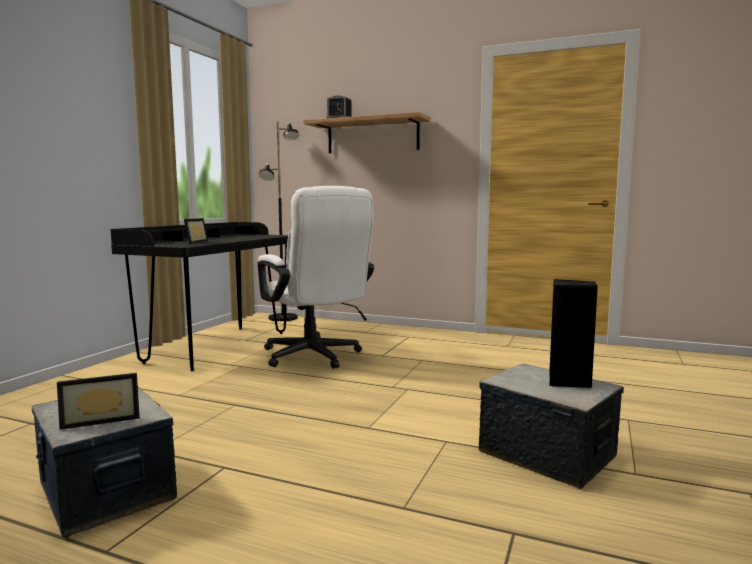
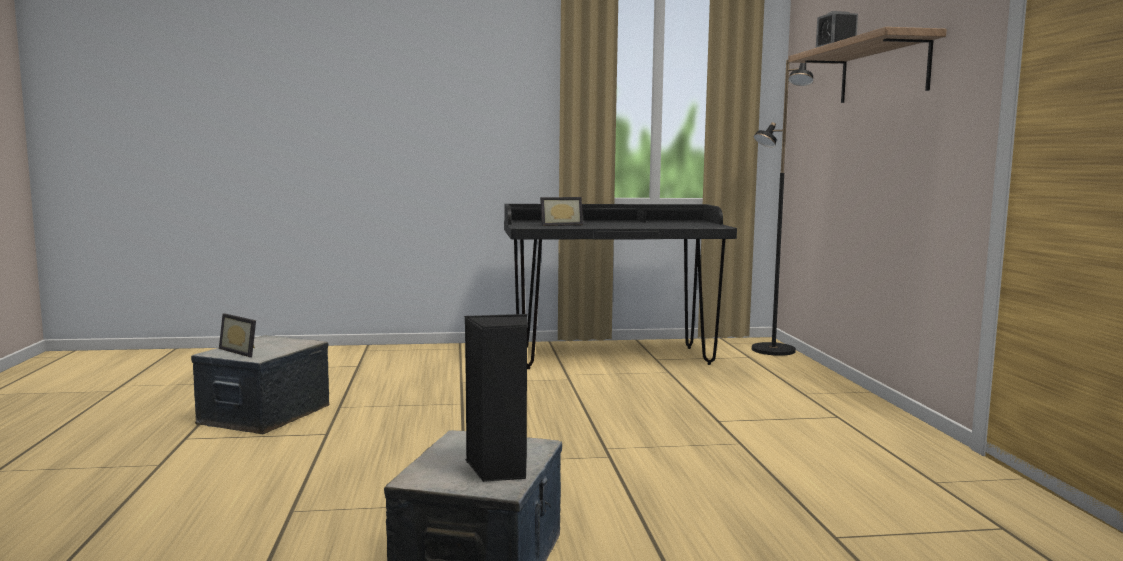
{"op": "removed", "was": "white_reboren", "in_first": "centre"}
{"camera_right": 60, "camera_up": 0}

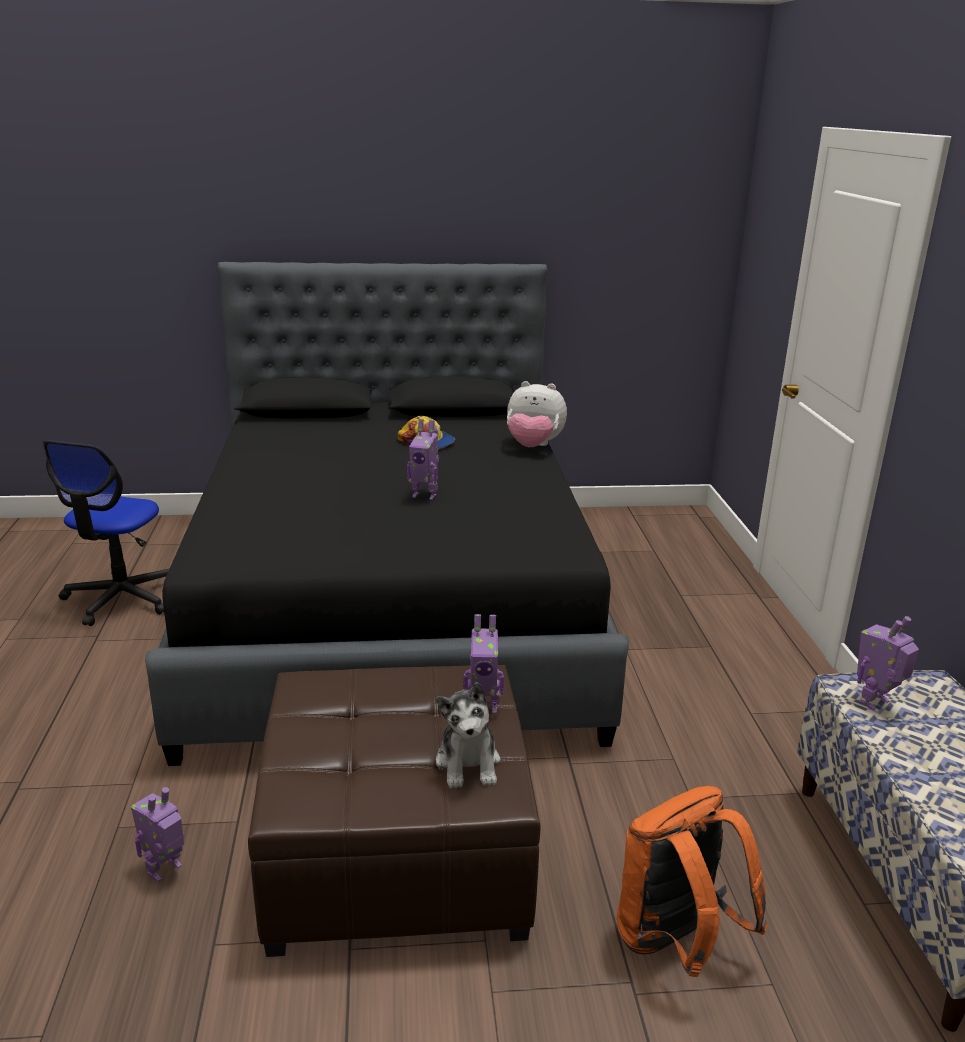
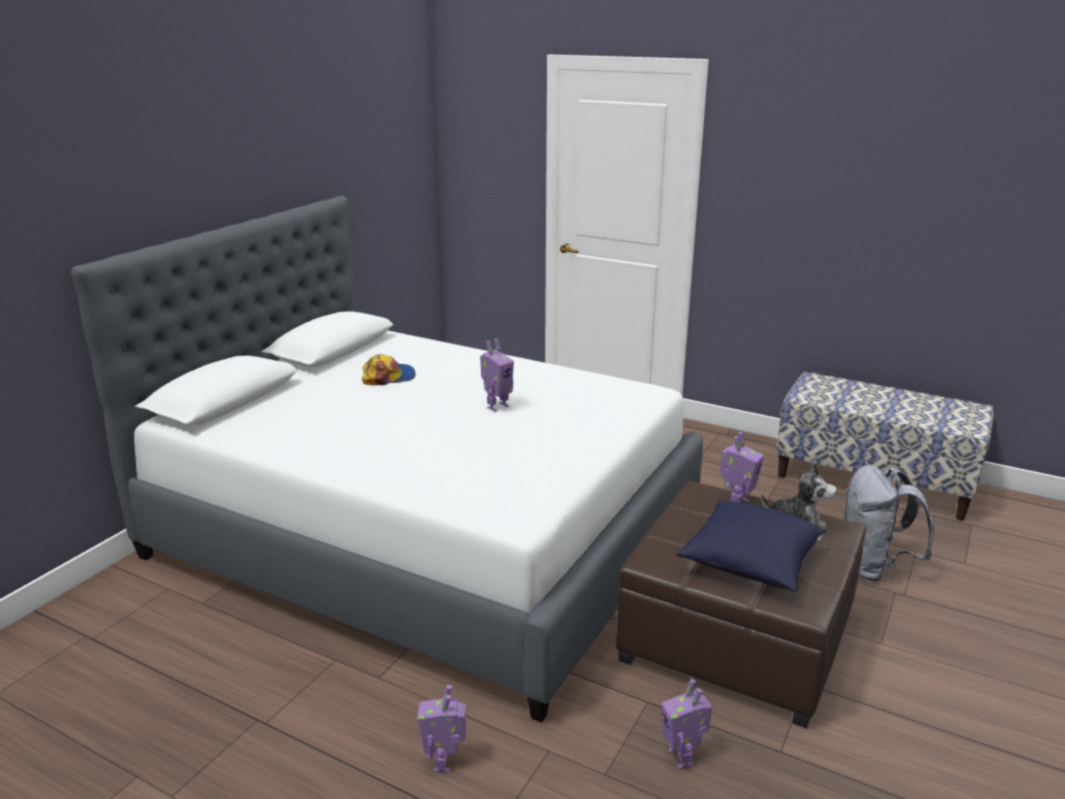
{"op": "removed", "was": "reboren", "in_first": "middle left"}
{"op": "recoloured", "was": "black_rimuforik", "now": "white_rimuforik", "in_first": "centre", "in_second": "centre"}
{"op": "removed", "was": "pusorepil (2nd from left)", "in_first": "centre"}
{"op": "recoloured", "was": "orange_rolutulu", "now": "grey_rolutulu", "in_first": "bottom right", "in_second": "middle right"}
{"op": "moved", "was": "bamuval (4th from left in the first image)", "now": "bamuval (1st from left)", "in_first": "middle right", "in_second": "bottom centre"}
{"op": "added", "now": "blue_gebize", "in_second": "bottom right"}
{"camera_right": -55, "camera_up": 0}

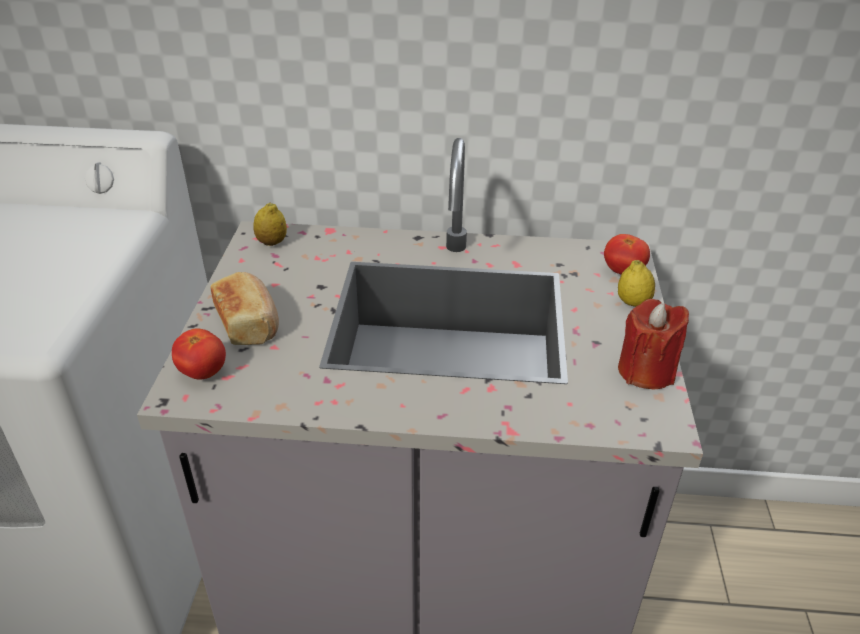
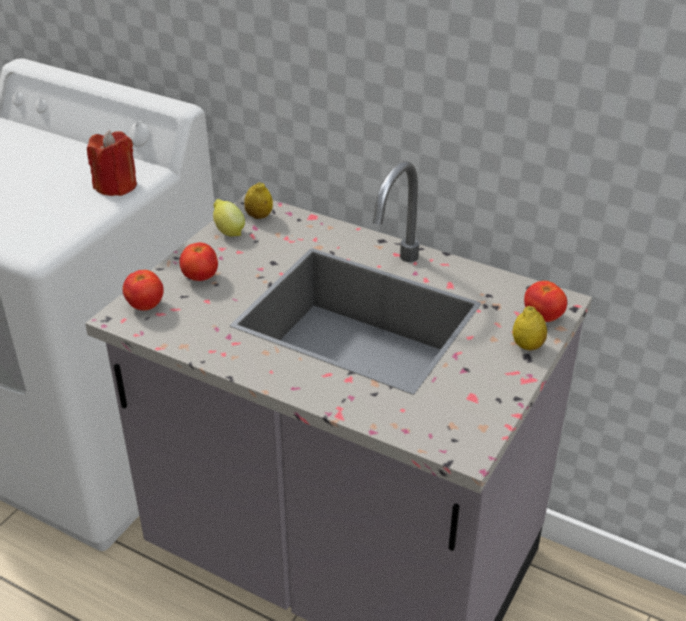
{"op": "replaced", "was": "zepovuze", "now": "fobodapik (2nd from left)", "in_first": "middle left", "in_second": "middle left"}
{"op": "moved", "was": "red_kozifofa", "in_first": "middle right", "in_second": "top left"}
{"op": "added", "now": "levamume (1st from left)", "in_second": "centre"}
{"camera_right": 25, "camera_up": 0}

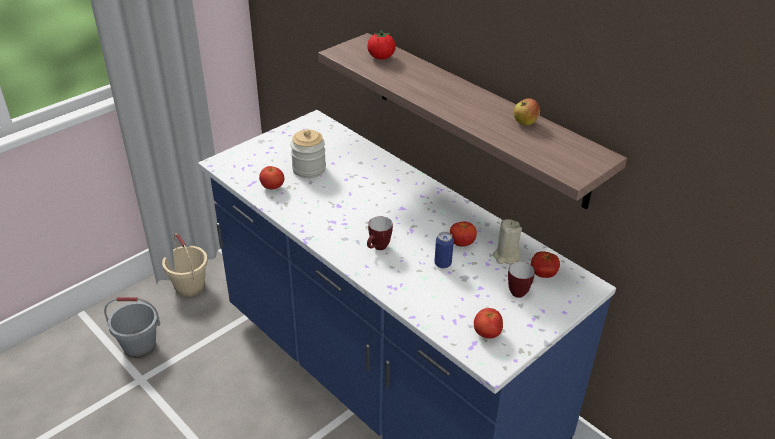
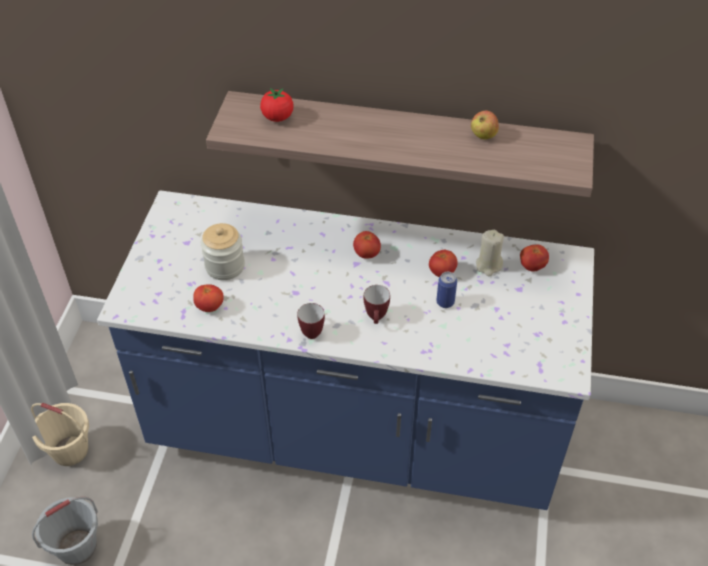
{"op": "moved", "was": "fobodapik (4th from left in the first image)", "now": "fobodapik (3rd from left)", "in_first": "bottom centre", "in_second": "centre"}
{"op": "moved", "was": "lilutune (2nd from left in the first image)", "now": "lilutune (1st from left)", "in_first": "middle right", "in_second": "centre"}
{"camera_right": -35, "camera_up": 10}

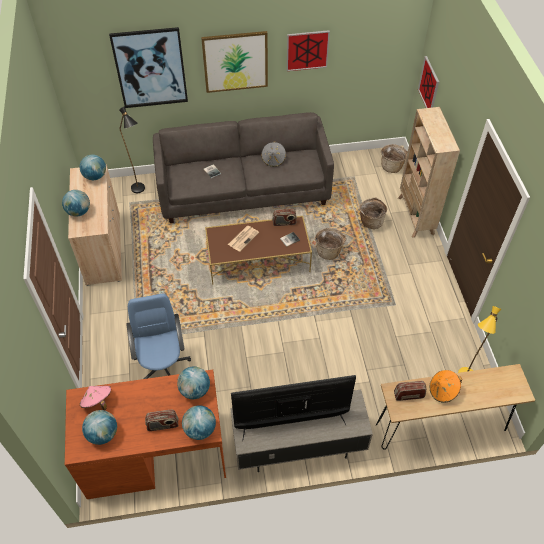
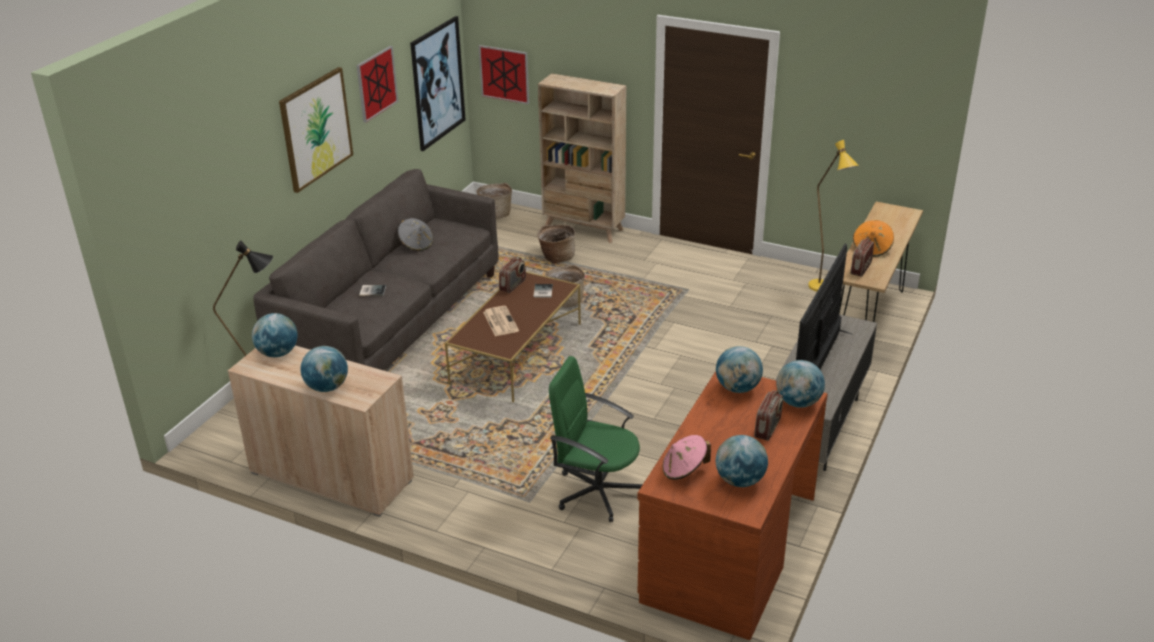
{"op": "moved", "was": "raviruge (1st from left in the first image)", "now": "raviruge (3rd from left)", "in_first": "top left", "in_second": "top centre"}
{"op": "recoloured", "was": "blue_reboren", "now": "green_reboren", "in_first": "middle left", "in_second": "bottom centre"}
{"camera_right": -55, "camera_up": -20}

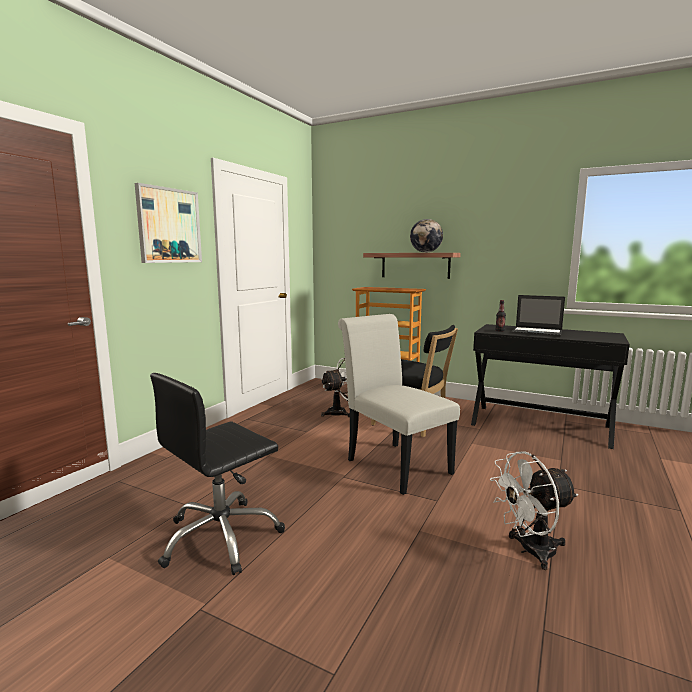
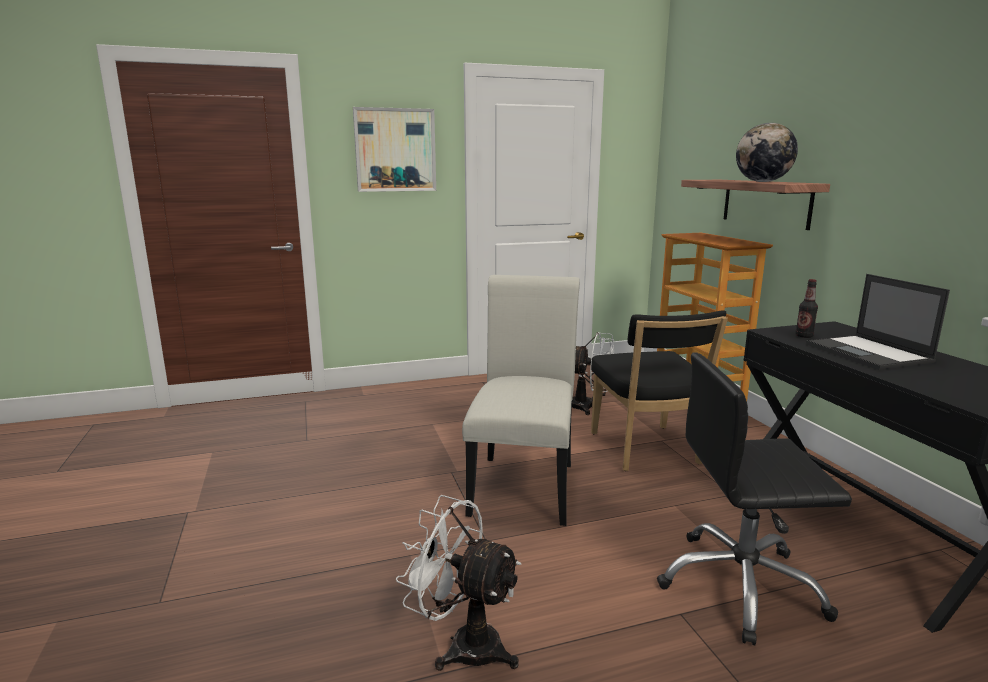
{"op": "moved", "was": "black_reboren", "in_first": "bottom left", "in_second": "bottom right"}
{"camera_right": 45, "camera_up": 5}

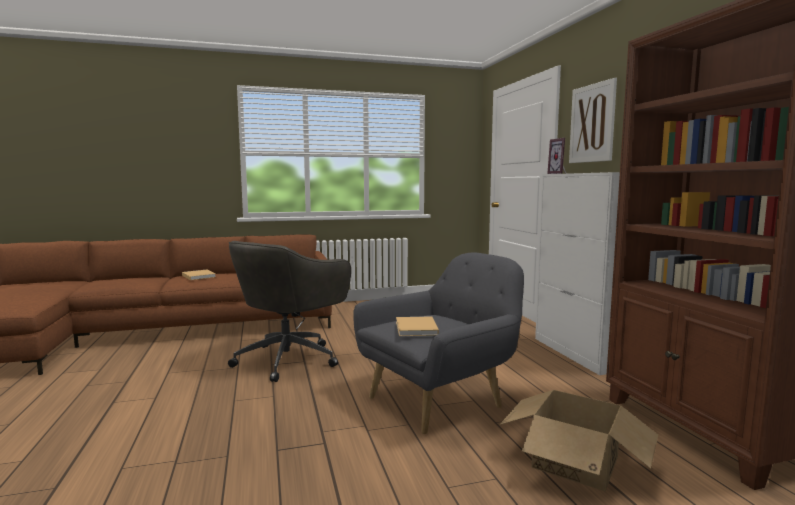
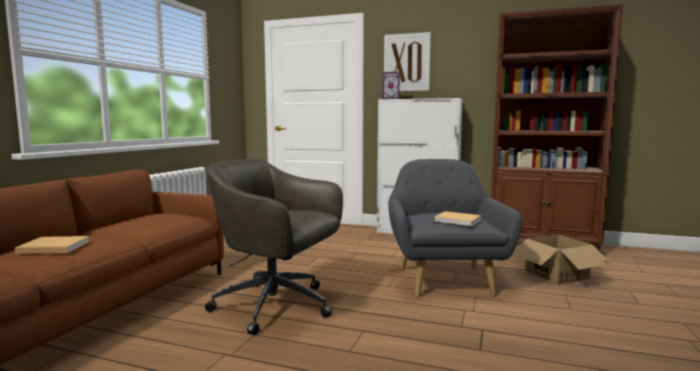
{"op": "turned", "was": "grey_reboren", "in_first": "centre", "in_second": "centre", "clockwise": 135}
{"camera_right": -55, "camera_up": 0}

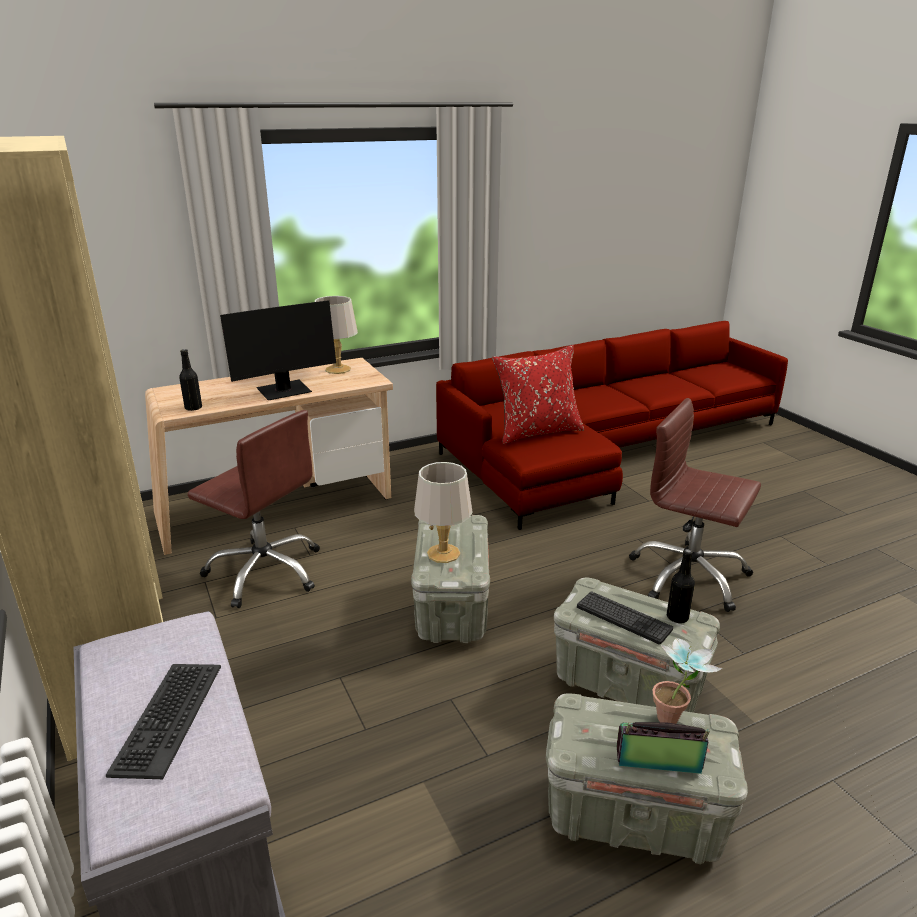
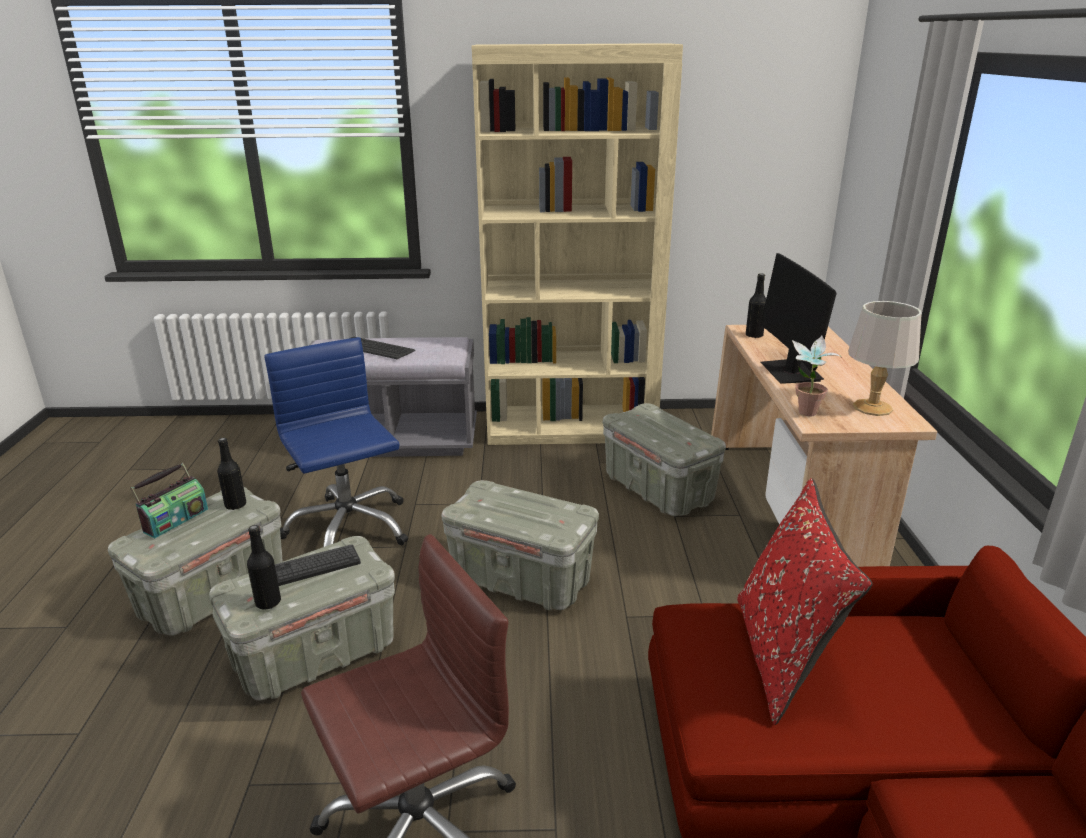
{"op": "replaced", "was": "brown_reboren (1st from left)", "now": "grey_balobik (4th from left)", "in_first": "middle left", "in_second": "centre"}
{"op": "removed", "was": "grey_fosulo (2nd from left)", "in_first": "centre"}
{"op": "moved", "was": "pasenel", "in_first": "bottom right", "in_second": "middle right"}
{"op": "added", "now": "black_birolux (1st from left)", "in_second": "middle left"}
{"op": "added", "now": "blue_reboren", "in_second": "middle left"}
{"camera_right": 115, "camera_up": 0}

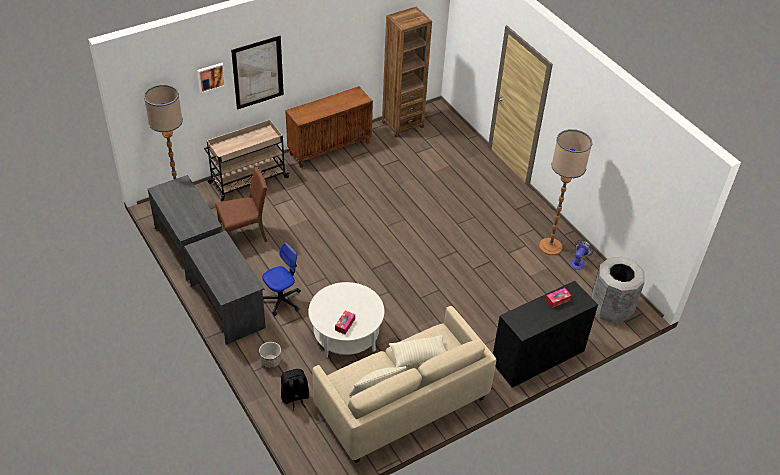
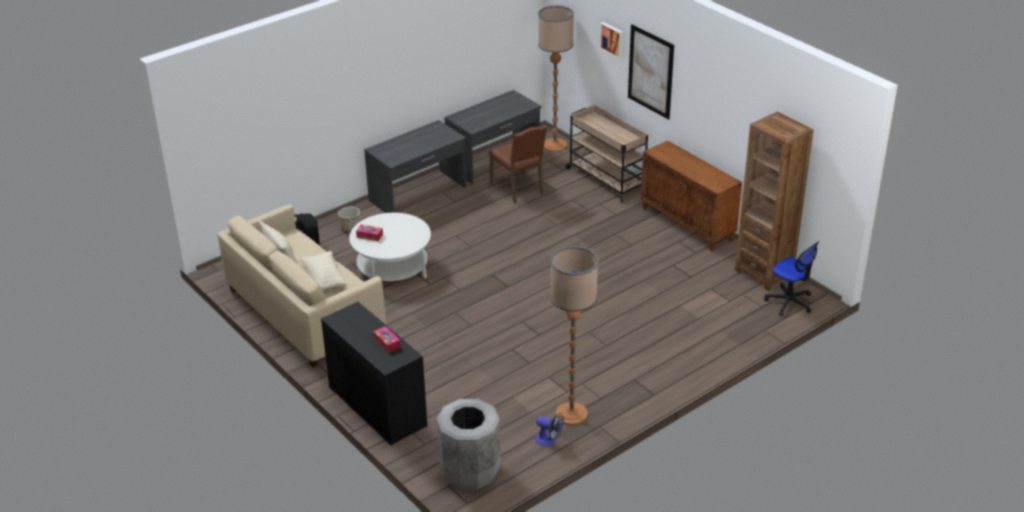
{"op": "moved", "was": "reboren", "in_first": "centre", "in_second": "middle right"}
{"camera_right": 85, "camera_up": -10}

